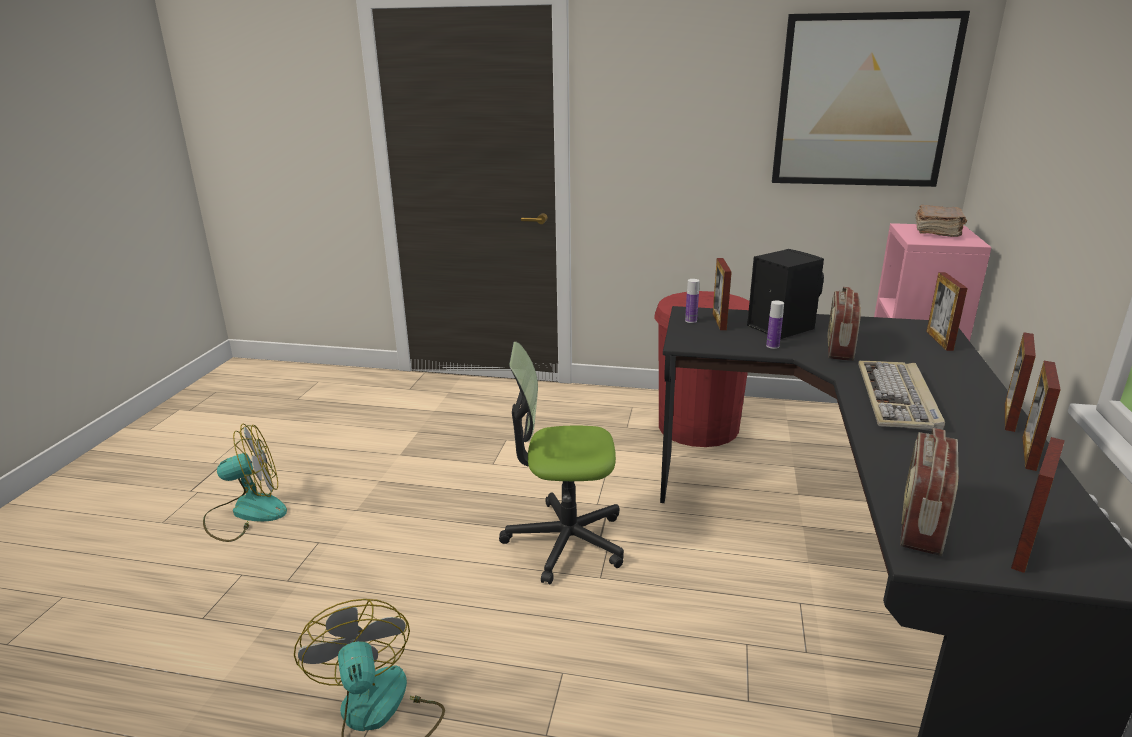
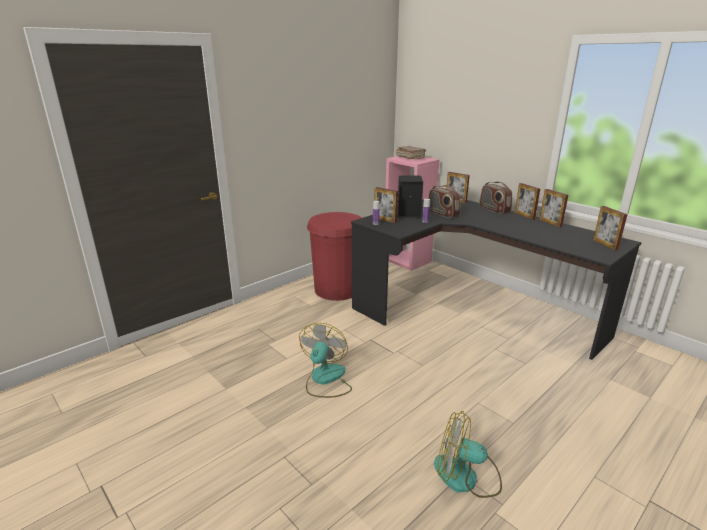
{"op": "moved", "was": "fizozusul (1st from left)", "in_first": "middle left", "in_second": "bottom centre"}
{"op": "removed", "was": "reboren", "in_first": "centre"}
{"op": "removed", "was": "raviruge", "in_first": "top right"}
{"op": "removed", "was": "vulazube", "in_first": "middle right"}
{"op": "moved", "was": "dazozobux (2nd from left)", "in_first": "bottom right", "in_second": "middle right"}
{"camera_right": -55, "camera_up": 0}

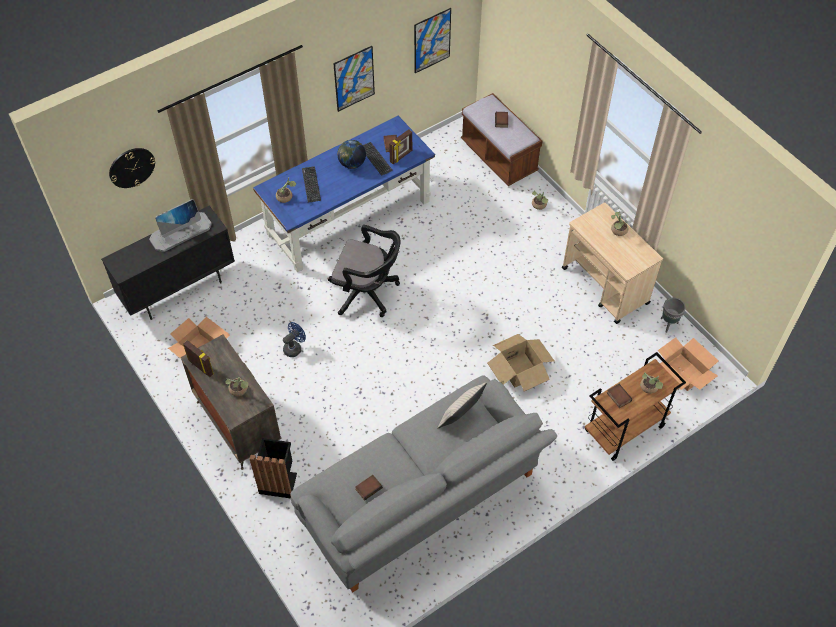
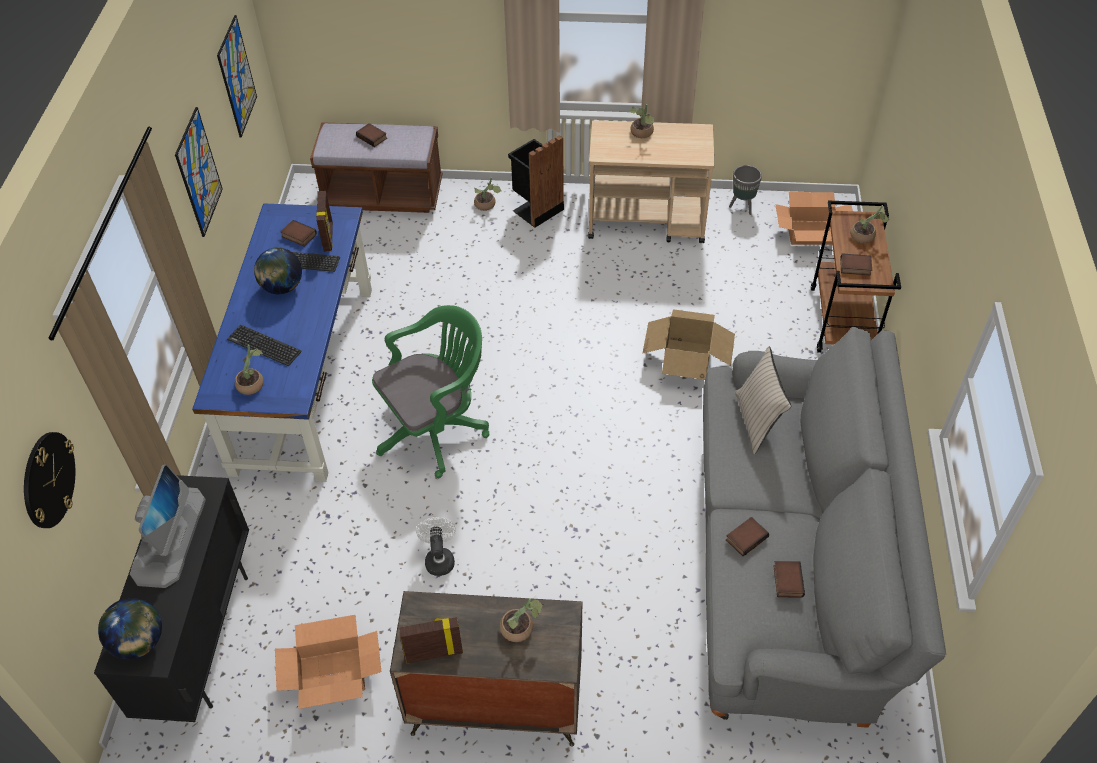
{"op": "moved", "was": "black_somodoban", "in_first": "bottom left", "in_second": "top centre"}
{"op": "recoloured", "was": "blue_fizozusul", "now": "white_fizozusul", "in_first": "centre", "in_second": "bottom centre"}
{"op": "recoloured", "was": "black_reboren", "now": "green_reboren", "in_first": "centre", "in_second": "centre"}
{"op": "added", "now": "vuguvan (1st from left)", "in_second": "bottom left"}
{"op": "added", "now": "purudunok (3rd from left)", "in_second": "bottom right"}
{"camera_right": -50, "camera_up": -5}

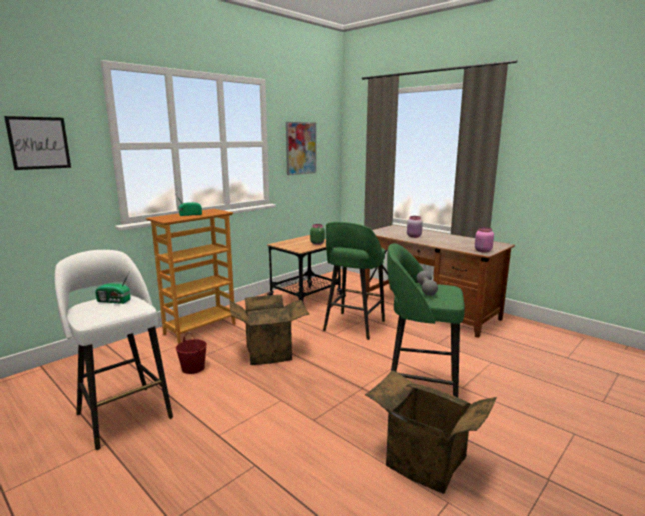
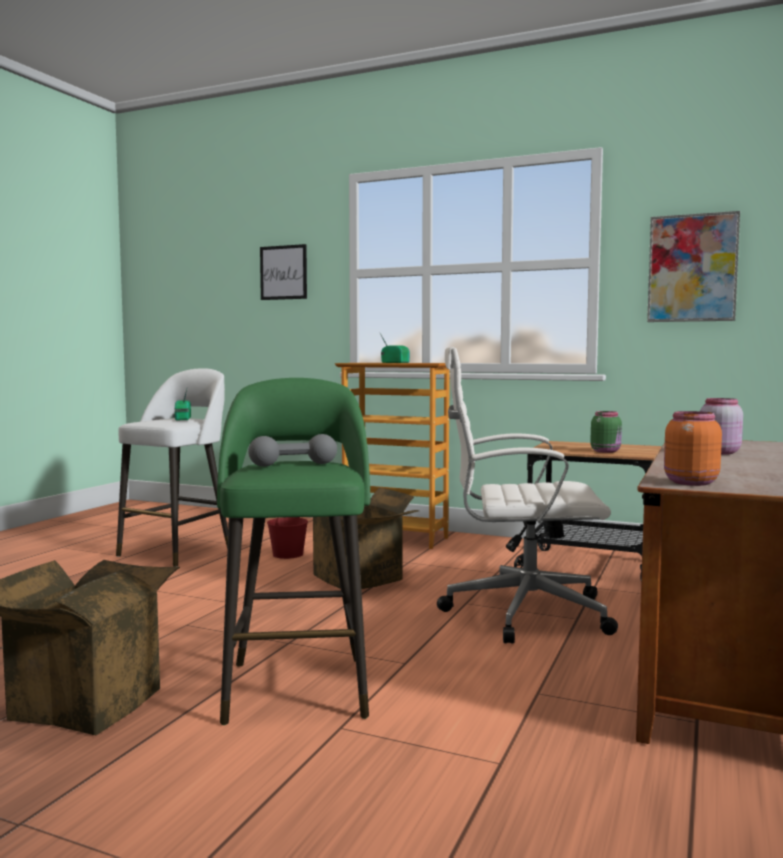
{"op": "replaced", "was": "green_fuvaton (1st from left)", "now": "white_reboren", "in_first": "centre", "in_second": "middle right"}
{"op": "recoloured", "was": "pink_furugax (2nd from left)", "now": "orange_furugax", "in_first": "middle right", "in_second": "middle right"}
{"camera_right": 70, "camera_up": -10}

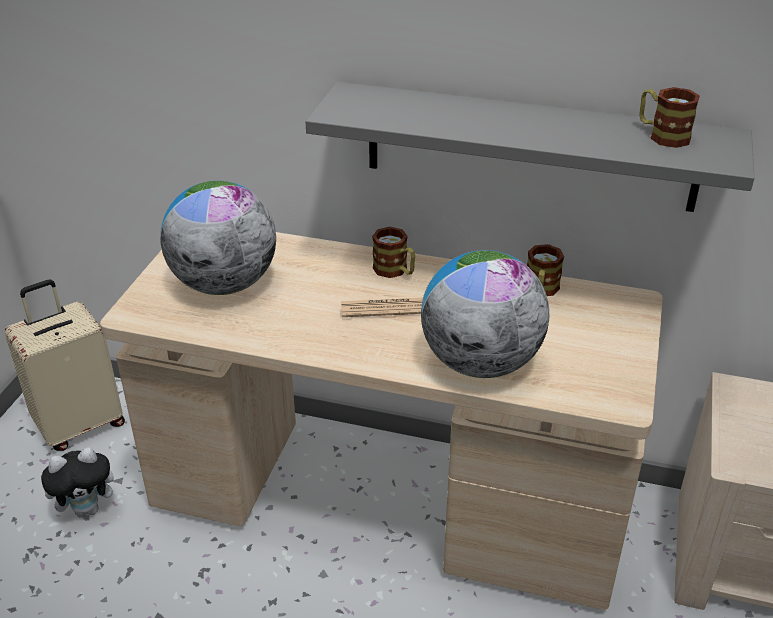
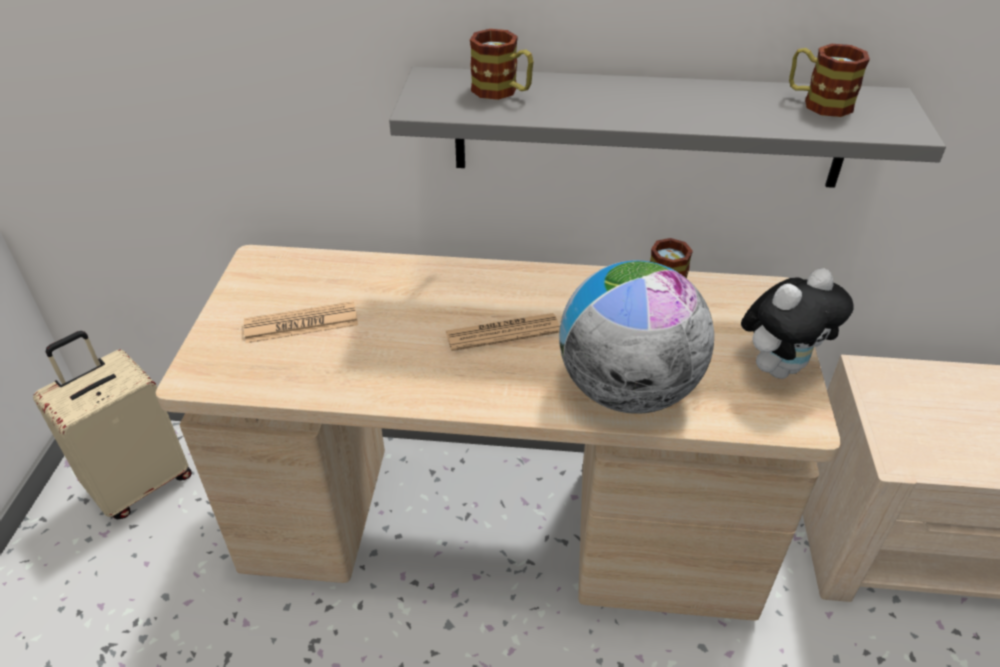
{"op": "moved", "was": "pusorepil", "in_first": "bottom left", "in_second": "middle right"}
{"op": "replaced", "was": "vuguvan (1st from left)", "now": "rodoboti (1st from left)", "in_first": "middle left", "in_second": "middle left"}
{"op": "moved", "was": "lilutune (1st from left)", "in_first": "centre", "in_second": "top centre"}
{"camera_right": -10, "camera_up": 5}

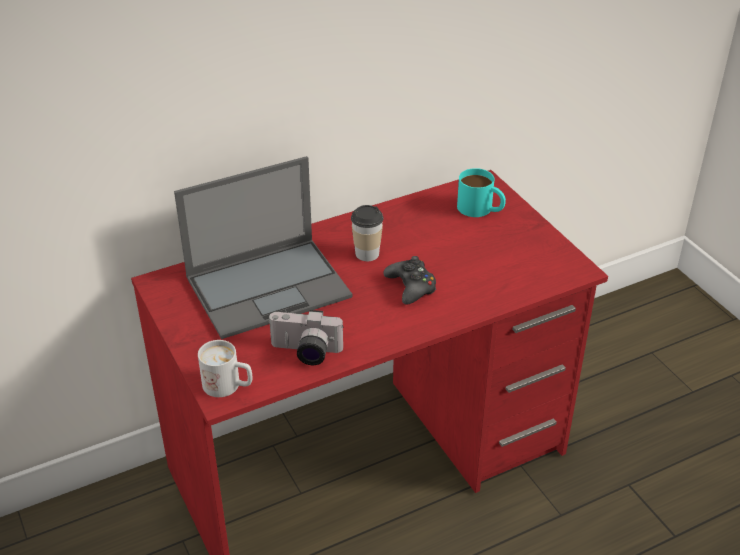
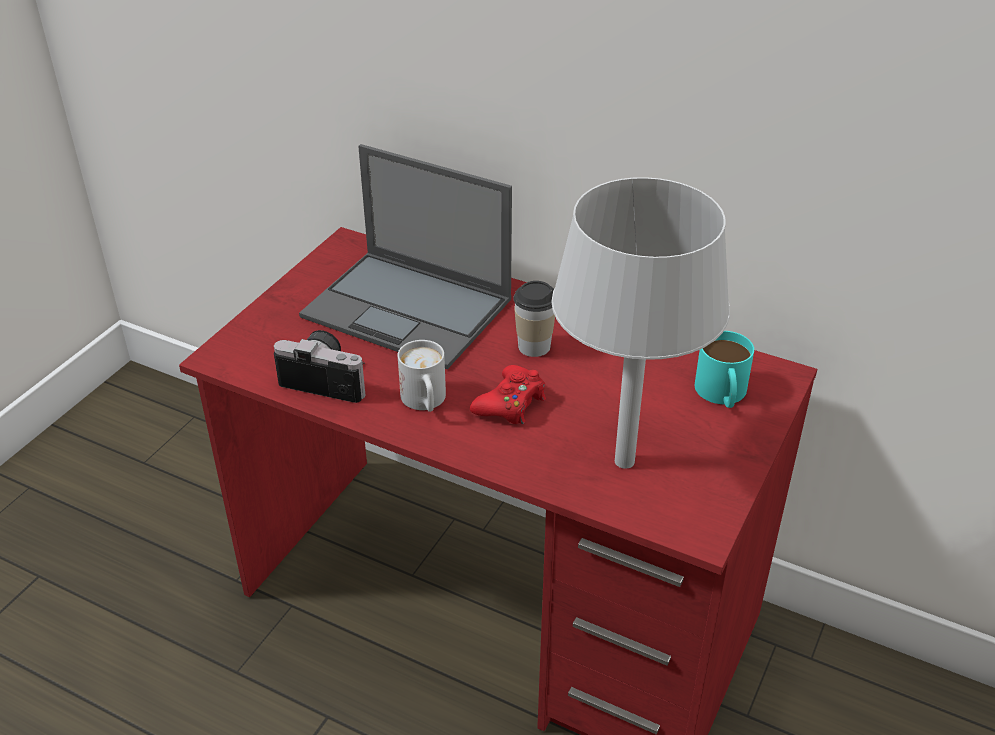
{"op": "moved", "was": "white_lilutune", "in_first": "middle left", "in_second": "centre"}
{"op": "turned", "was": "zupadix", "in_first": "centre", "in_second": "middle left", "clockwise": 135}
{"op": "recoloured", "was": "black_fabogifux", "now": "red_fabogifux", "in_first": "centre", "in_second": "centre"}
{"op": "added", "now": "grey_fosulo", "in_second": "centre"}
{"camera_right": 55, "camera_up": 0}

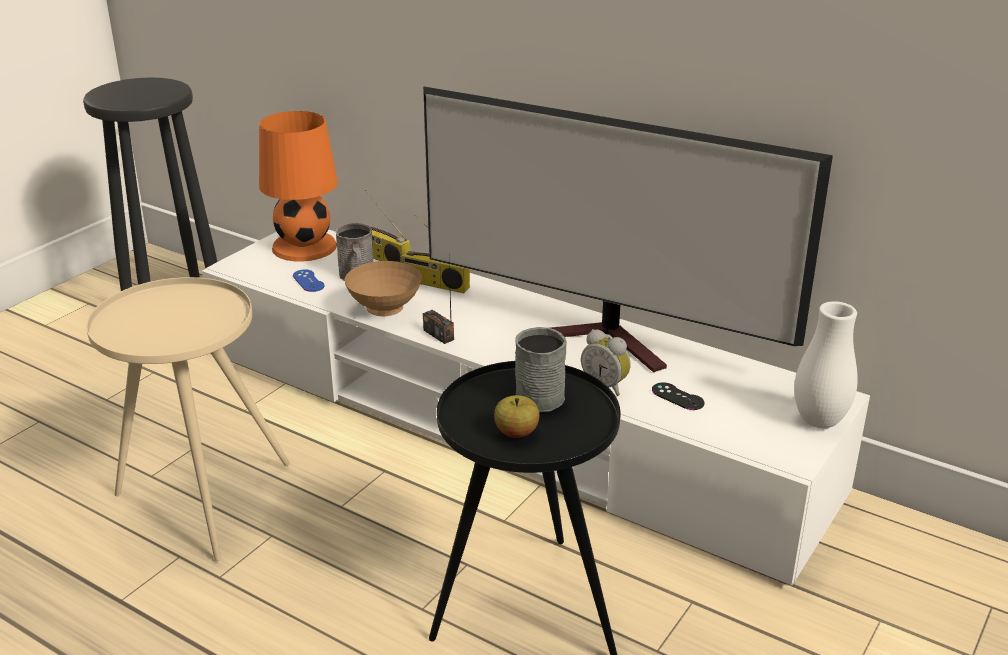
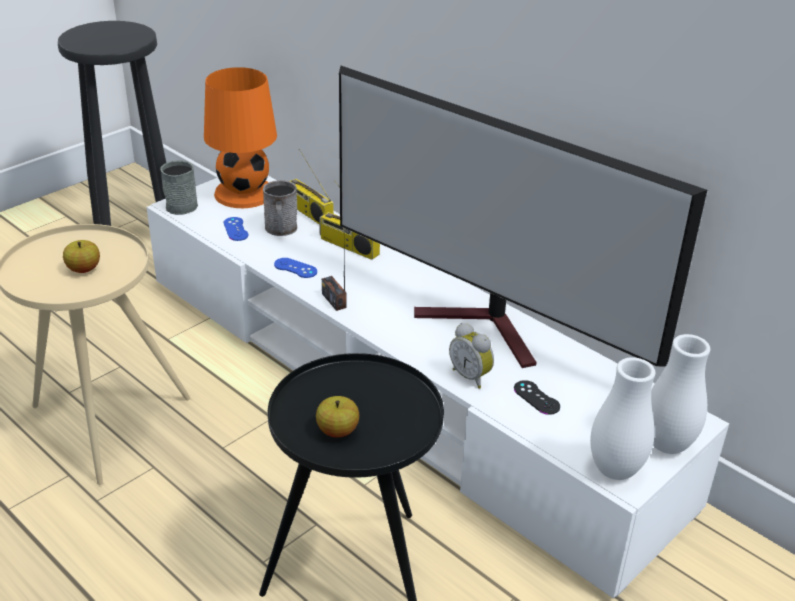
{"op": "replaced", "was": "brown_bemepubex", "now": "blue_fabogifux (2nd from left)", "in_first": "centre", "in_second": "centre"}
{"op": "moved", "was": "grey_lilutune (2nd from left in the first image)", "now": "grey_lilutune (1st from left)", "in_first": "centre", "in_second": "top left"}
{"op": "added", "now": "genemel (1st from left)", "in_second": "middle left"}
{"op": "added", "now": "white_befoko (1st from left)", "in_second": "bottom right"}
{"camera_right": 10, "camera_up": 5}

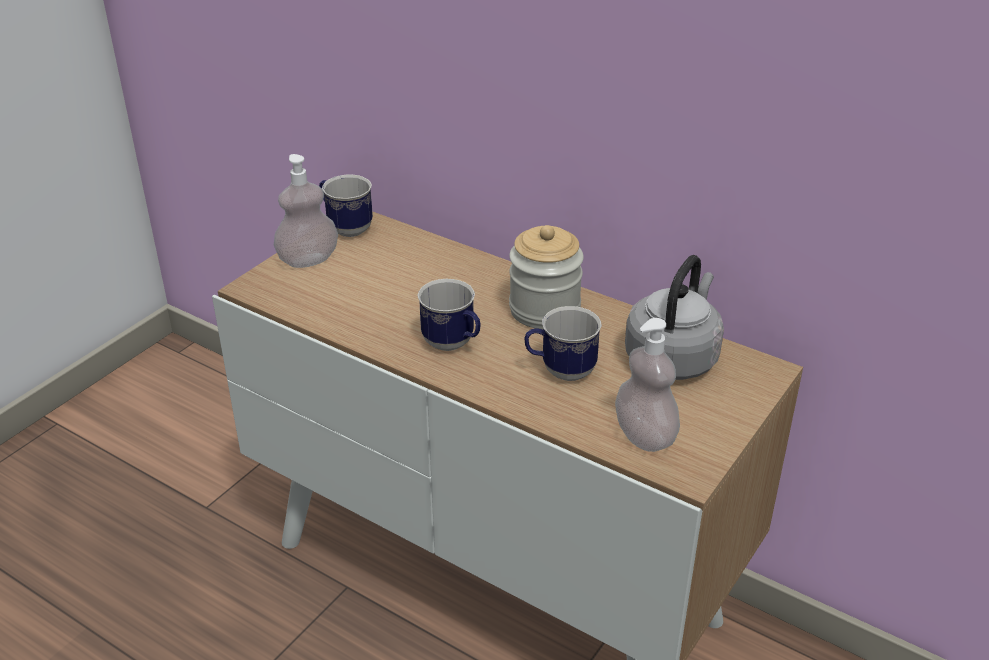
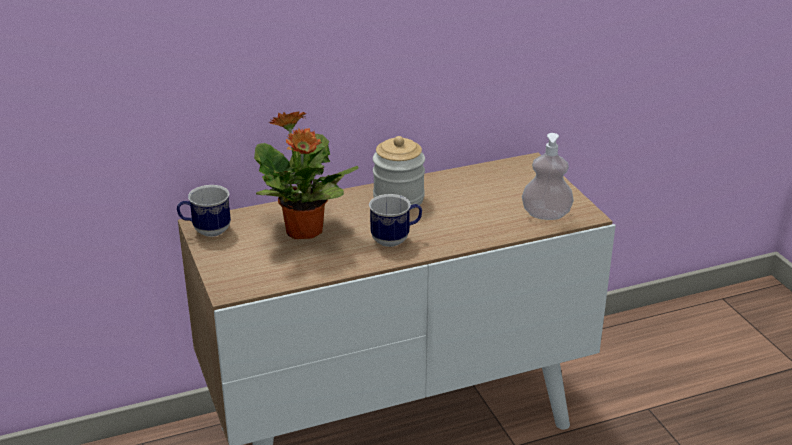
{"op": "removed", "was": "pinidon (1st from left)", "in_first": "top left"}
{"op": "removed", "was": "lilutune (3rd from left)", "in_first": "centre"}
{"op": "removed", "was": "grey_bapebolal", "in_first": "middle right"}
{"op": "added", "now": "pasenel", "in_second": "centre"}
{"camera_right": -55, "camera_up": -5}

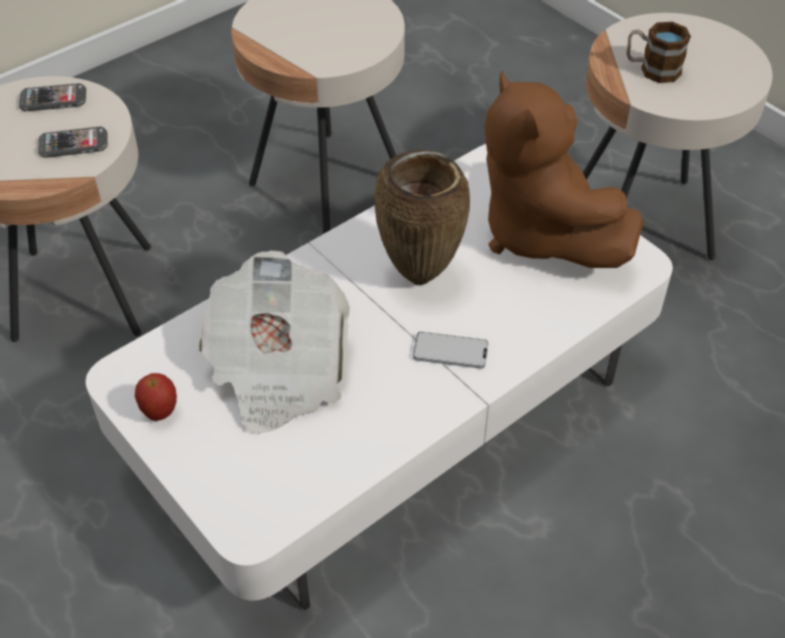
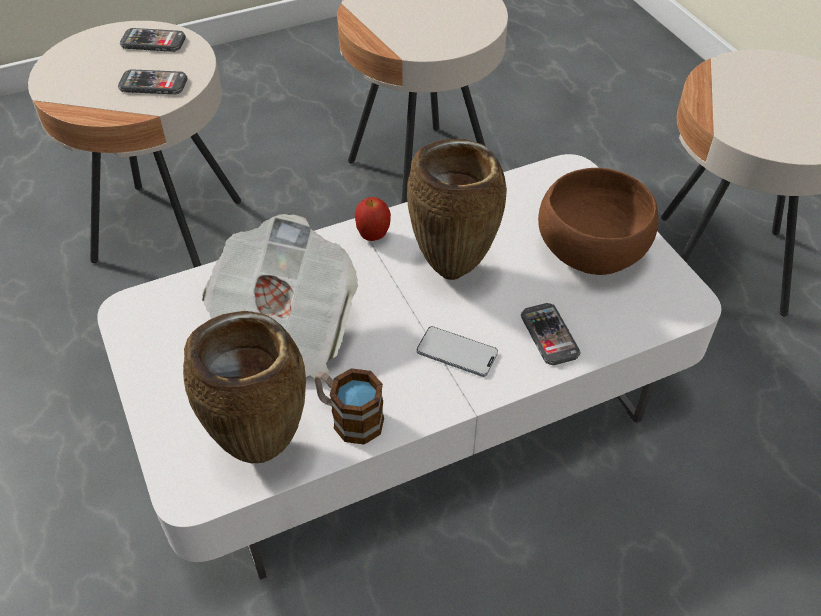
{"op": "moved", "was": "genemel", "in_first": "middle left", "in_second": "centre"}
{"op": "replaced", "was": "brown_pusorepil", "now": "brown_bemepubex", "in_first": "top right", "in_second": "middle right"}
{"op": "moved", "was": "lilutune", "in_first": "top right", "in_second": "centre"}
{"op": "added", "now": "brown_befoko (1st from left)", "in_second": "middle left"}
{"op": "added", "now": "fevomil (4th from left)", "in_second": "middle right"}
{"camera_right": 15, "camera_up": 0}

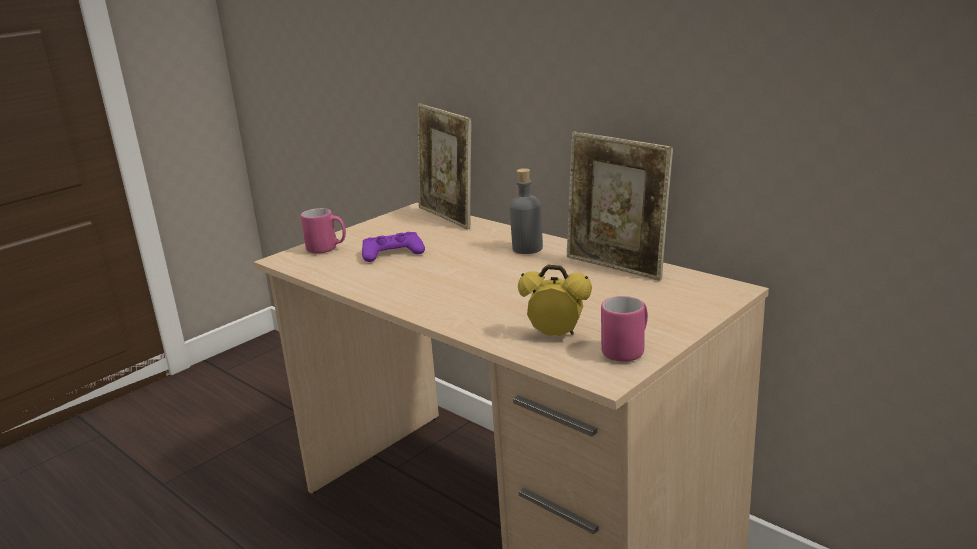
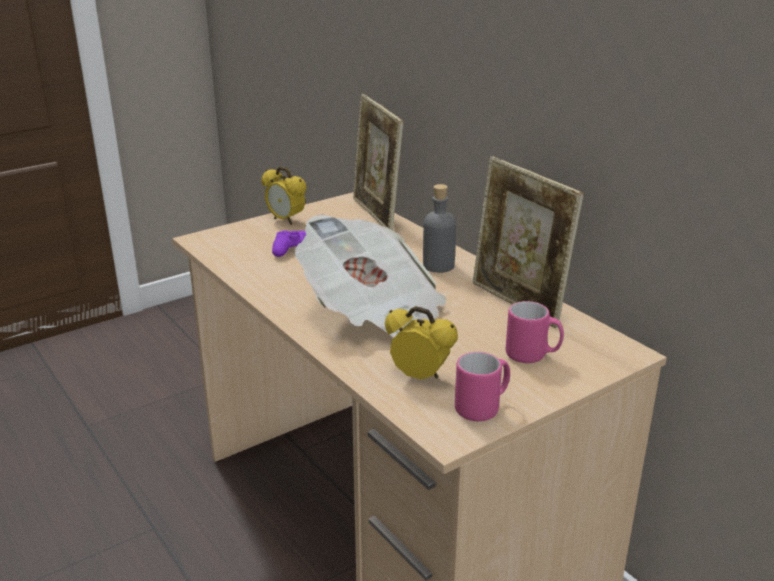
{"op": "moved", "was": "pink_lilutune (1st from left in the first image)", "now": "pink_lilutune (2nd from left)", "in_first": "middle left", "in_second": "middle right"}
{"op": "added", "now": "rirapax (1st from left)", "in_second": "centre"}
{"op": "added", "now": "rodoboti", "in_second": "centre"}
{"camera_right": 10, "camera_up": 5}

